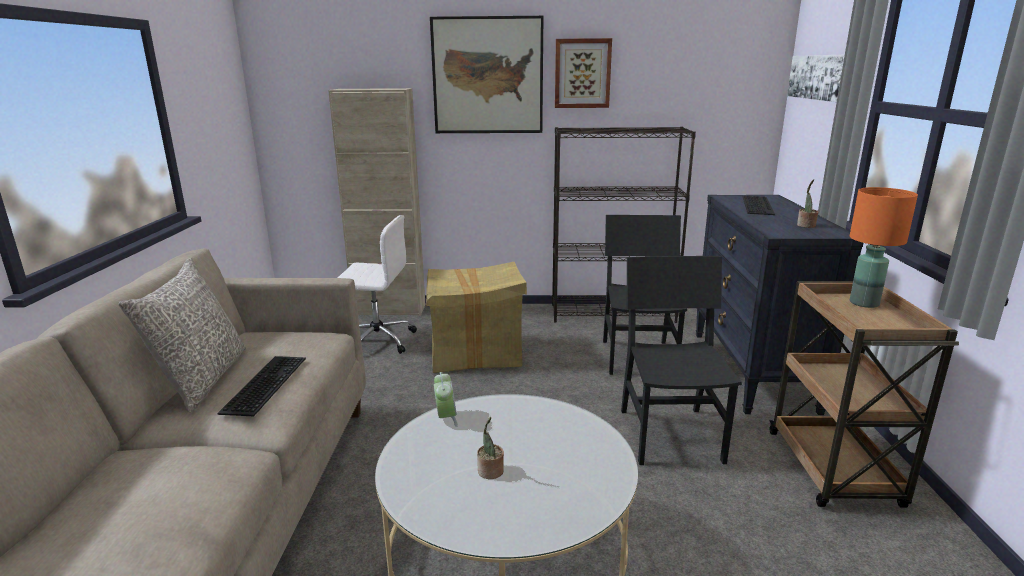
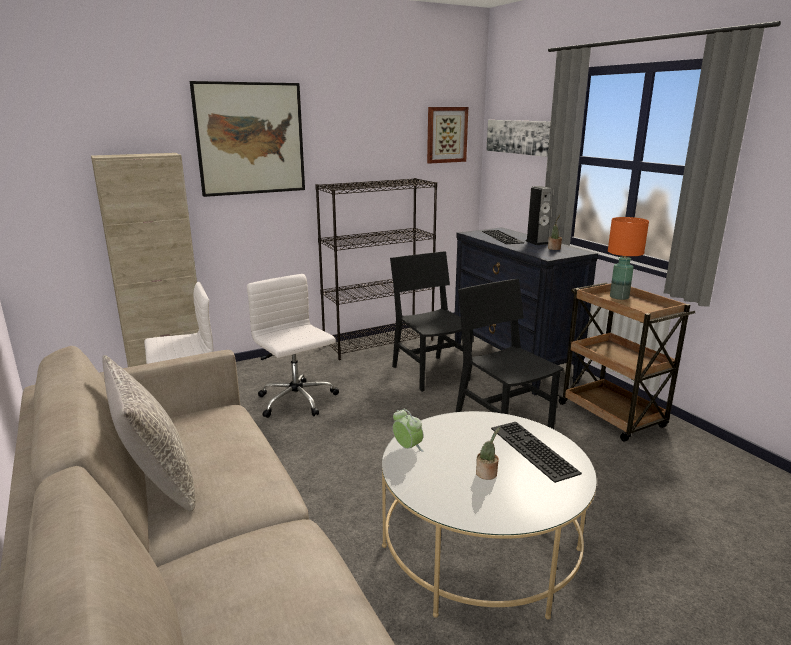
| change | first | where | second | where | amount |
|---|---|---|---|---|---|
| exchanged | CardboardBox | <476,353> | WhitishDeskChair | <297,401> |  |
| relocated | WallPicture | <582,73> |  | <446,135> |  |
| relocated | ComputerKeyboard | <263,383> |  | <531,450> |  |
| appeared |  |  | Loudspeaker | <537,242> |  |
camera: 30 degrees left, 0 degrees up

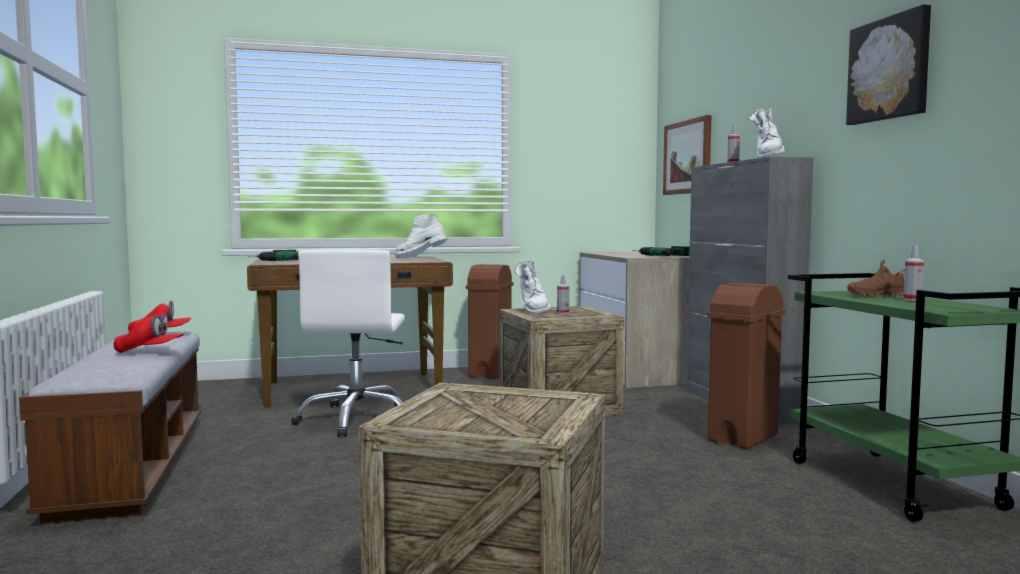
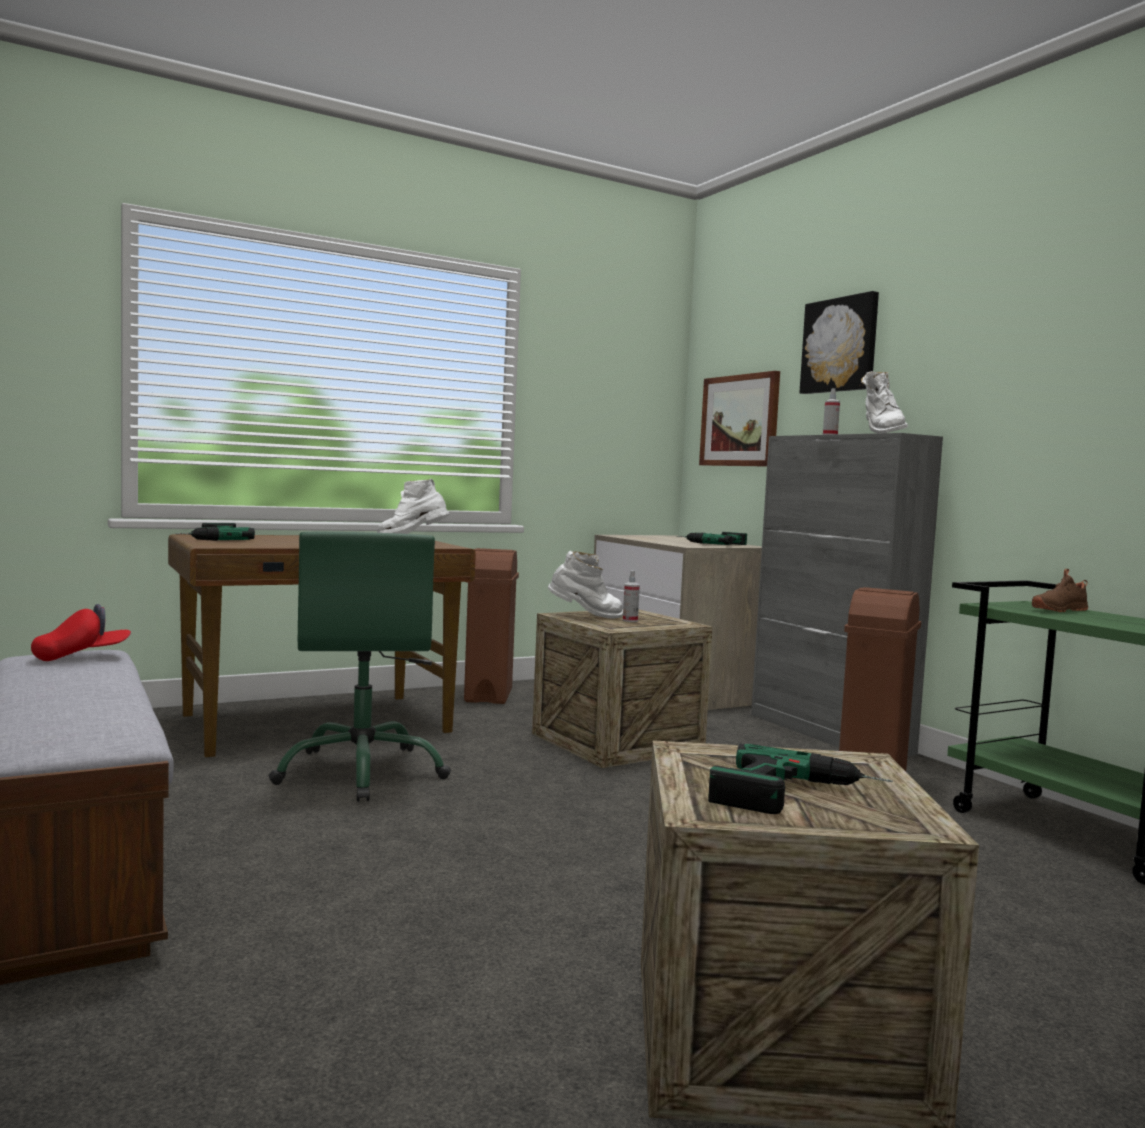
| change | first | where | second | where | amount |
|---|---|---|---|---|---|
| colour | WhitishDeskChair | <357,419> | GreenDeskChair | <362,772> |  |
| spun | WhitishBoot | <532,311> |  | <586,616> | 75 degrees counterclockwise |
| appeared |  |  | Drill | <801,796> |  |
| relocated | WallPicture | <890,69> |  | <841,345> |  |
| missing | ReddishCap | <149,352> |  |  |  |
| missing | HandSprayer | <912,300> |  |  |  |
camera: 15 degrees left, 0 degrees up

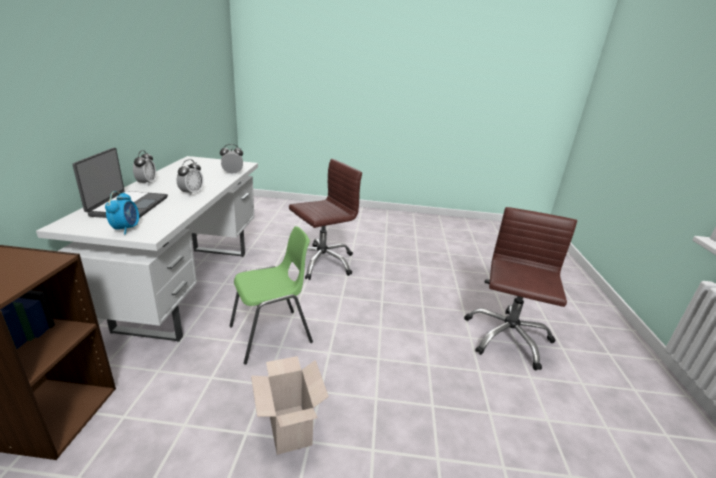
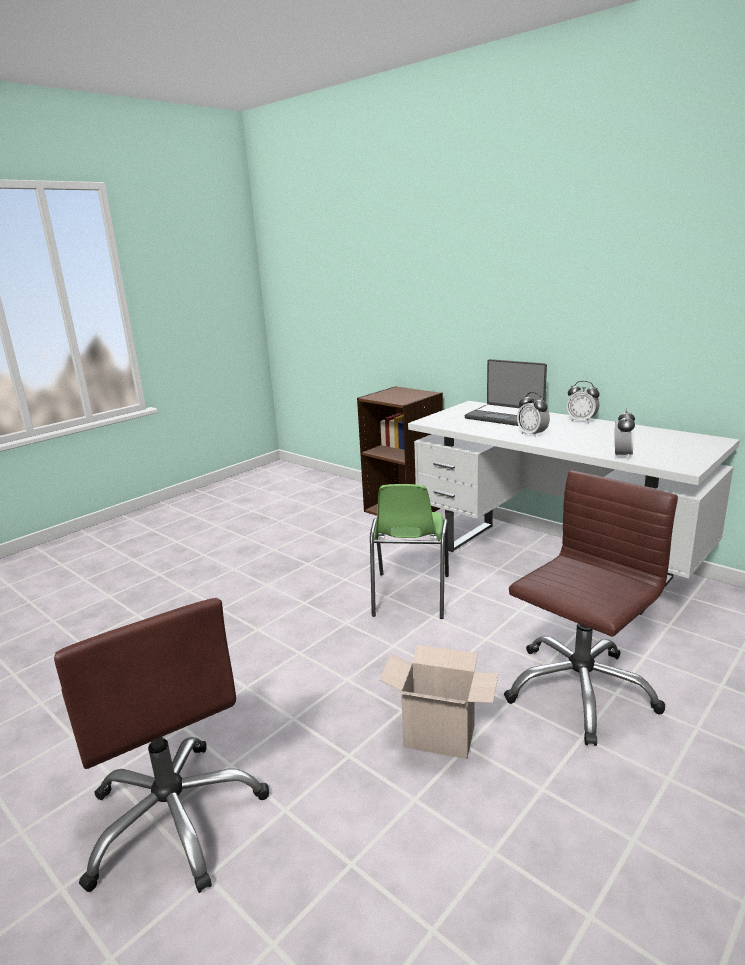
| change | first | where | second | where | amount |
|---|---|---|---|---|---|
| relocated | CardboardBox | <288,428> |  | <442,735> |  |
| spun | BrownDeskChair | <322,262> |  | <579,689> | 135 degrees counterclockwise |
| missing | TableClock | <126,229> |  |  |  |
camera: 130 degrees right, 5 degrees down

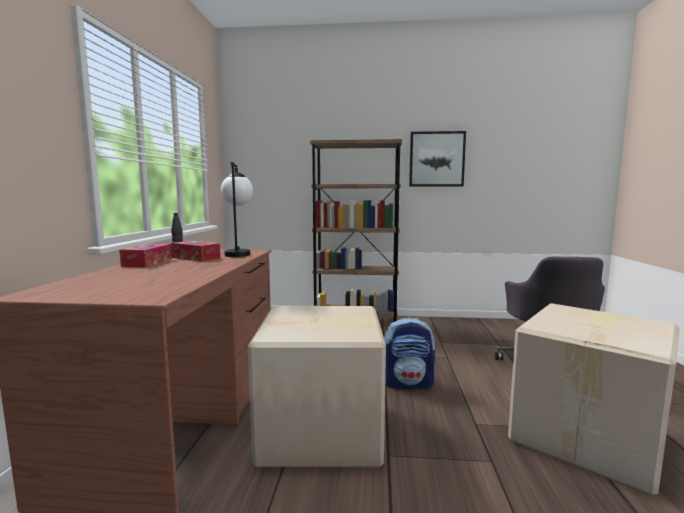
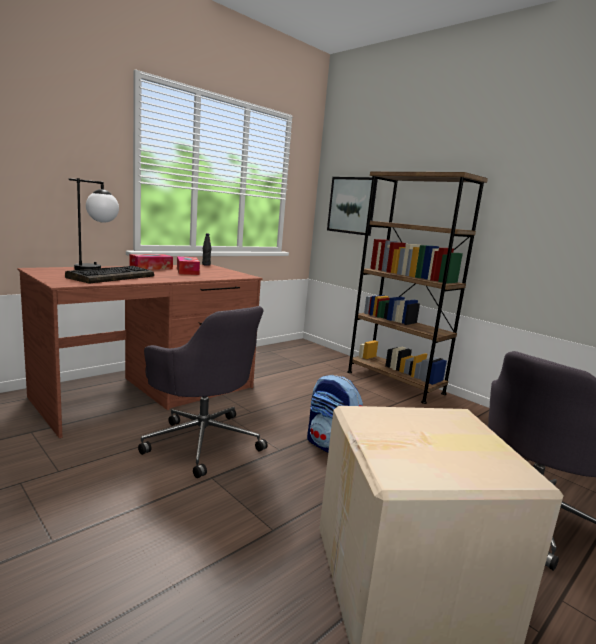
| change | first | where | second | where | amount |
|---|---|---|---|---|---|
| appeared |  |  | ComputerKeyboard | <112,277> |  |
| relocated | TabletopLamp | <238,253> |  | <97,269> |  |
| exchanged | CardboardBox | <323,432> | GrayDeskChair | <202,441> |  |
| relocated | WallPicture | <436,159> |  | <352,205> |  |
camera: 40 degrees right, 5 degrees up

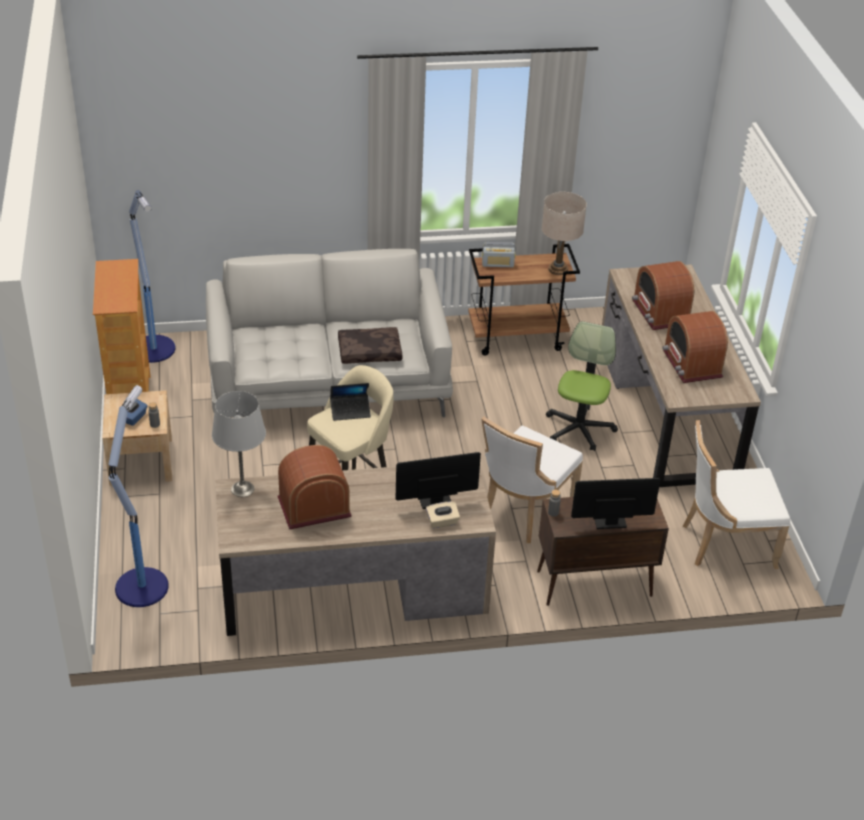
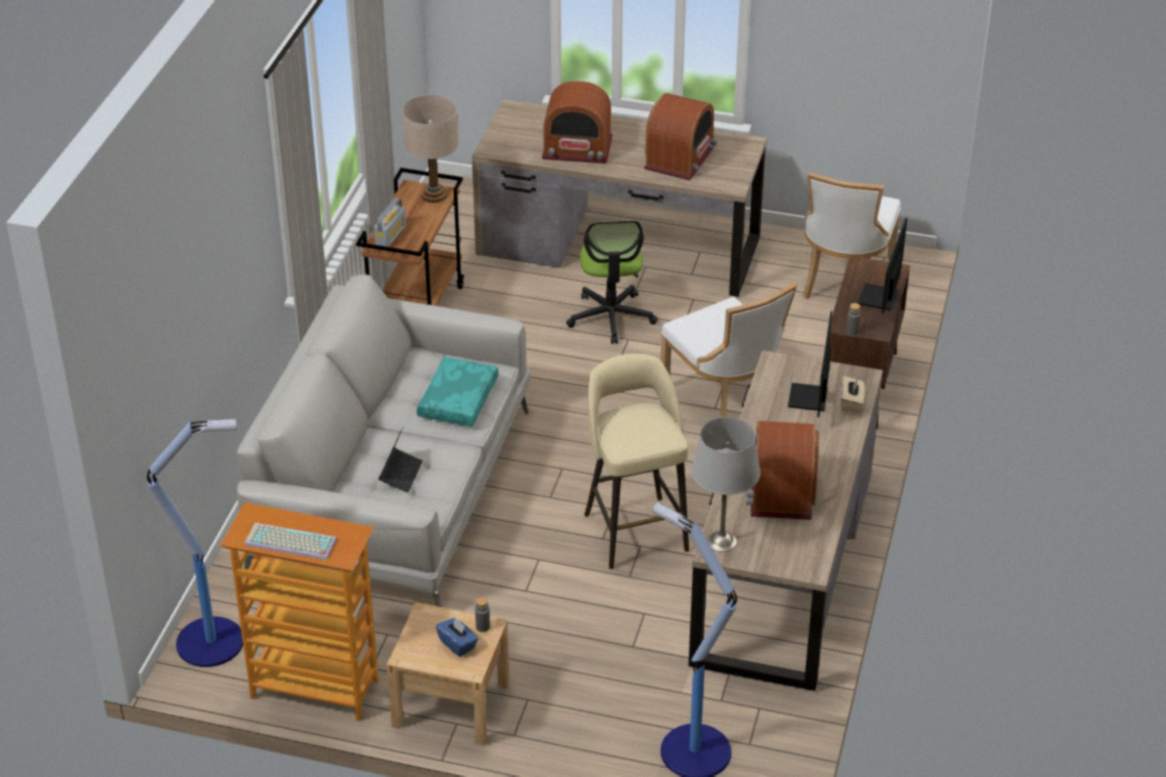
| change | first | where | second | where | amount |
|---|---|---|---|---|---|
| appeared |  |  | ComputerKeyboard | <289,543> |  |
| relocated | NotebookComputer | <350,411> |  | <400,474> |  |
| colour | BrownPillow | <370,351> | BlueGreenPillow | <457,399> |  |
| spun | DeskChair | <579,428> |  | <611,317> | 135 degrees counterclockwise |
| spun | RadioReceiver | <691,363> |  | <680,158> | 75 degrees counterclockwise |
camera: 65 degrees left, 0 degrees up

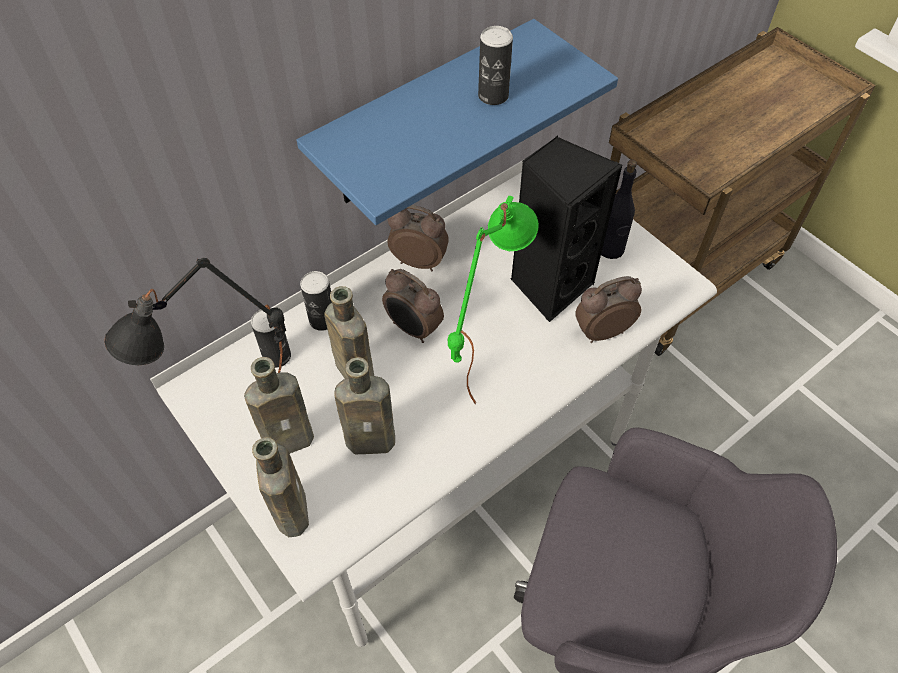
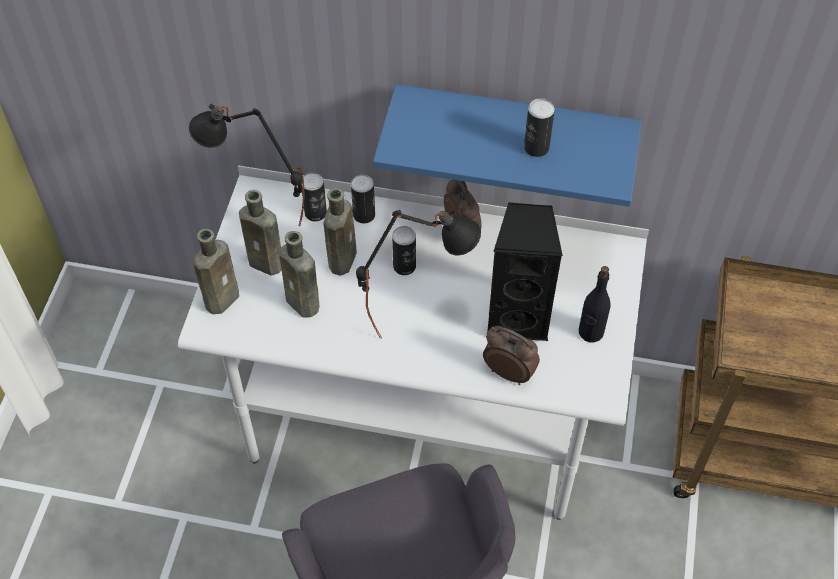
| change | first | where | second | where | amount |
|---|---|---|---|---|---|
| colour | GreenTabletopLamp | <481,359> | BlackColouredTabletopLamp | <417,319> |  |
| exchanged | TableClock | <413,329> | Can | <404,266> |  |
camera: 50 degrees right, 0 degrees up

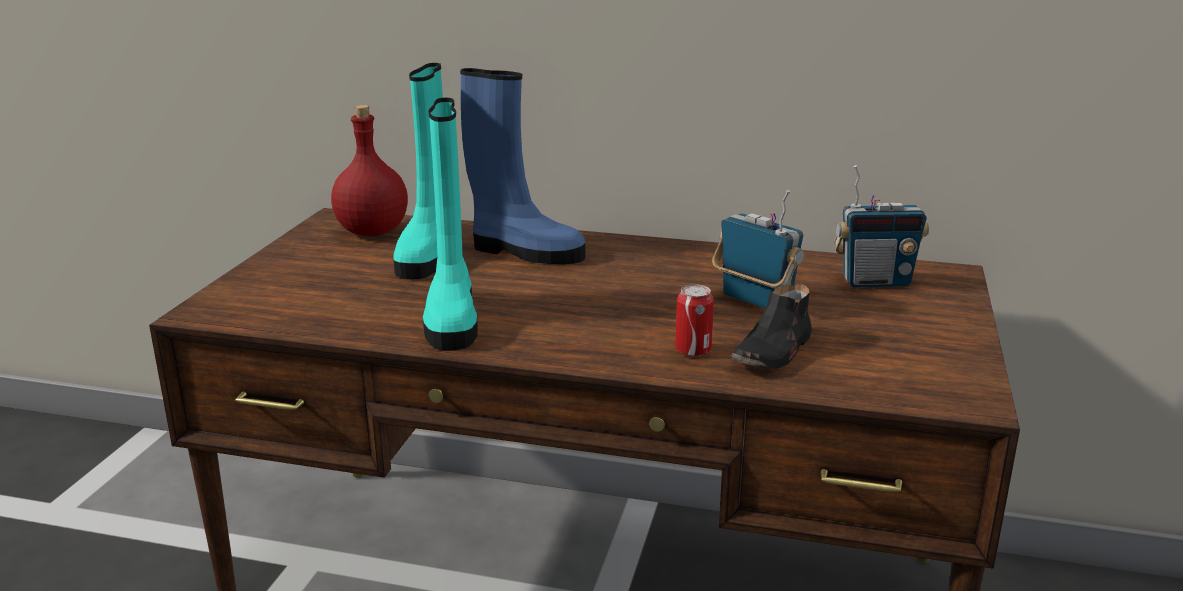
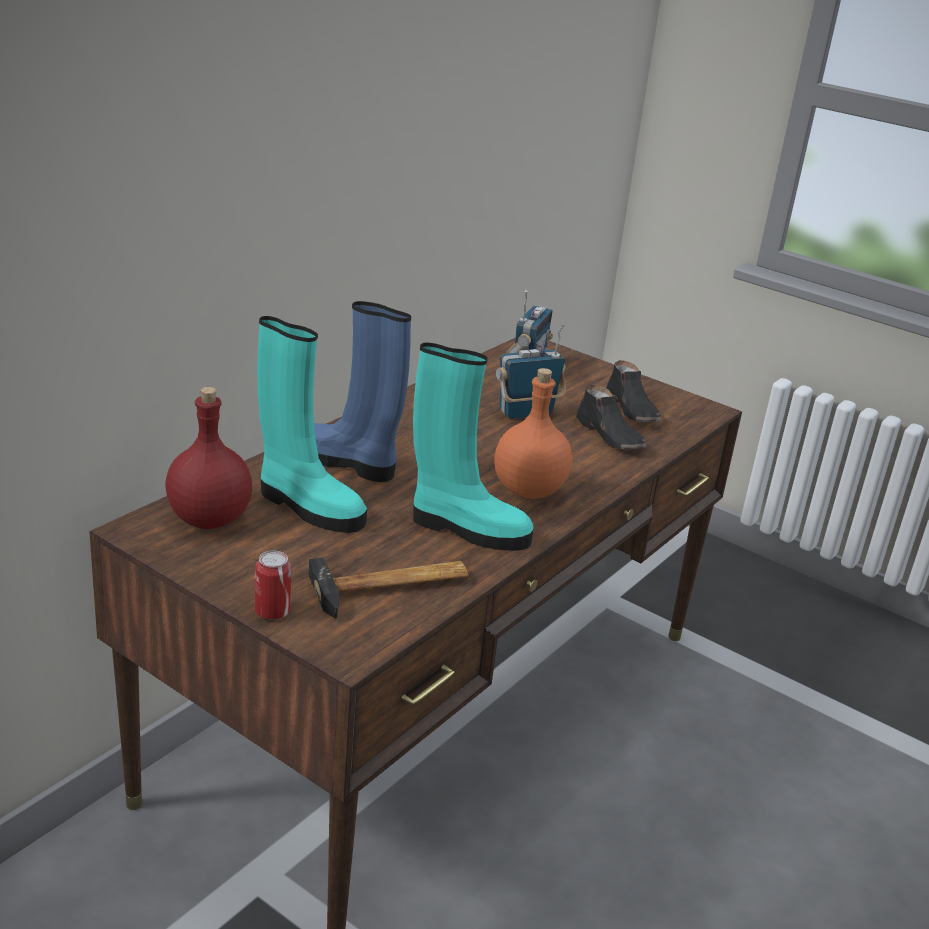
| change | first | where | second | where | amount |
|---|---|---|---|---|---|
| relocated | Can | <693,350> |  | <272,611> |  |
| appeared |  |  | Hammer | <392,588> |  |
| spun | BluishBoot | <524,252> |  | <347,463> | 105 degrees counterclockwise |
| appeared |  |  | OrangeyDrinkBottle | <528,489> |  |
| appeared |  |  | BlackColouredItemOfFootwear | <633,410> |  |
camera: 70 degrees left, 5 degrees up

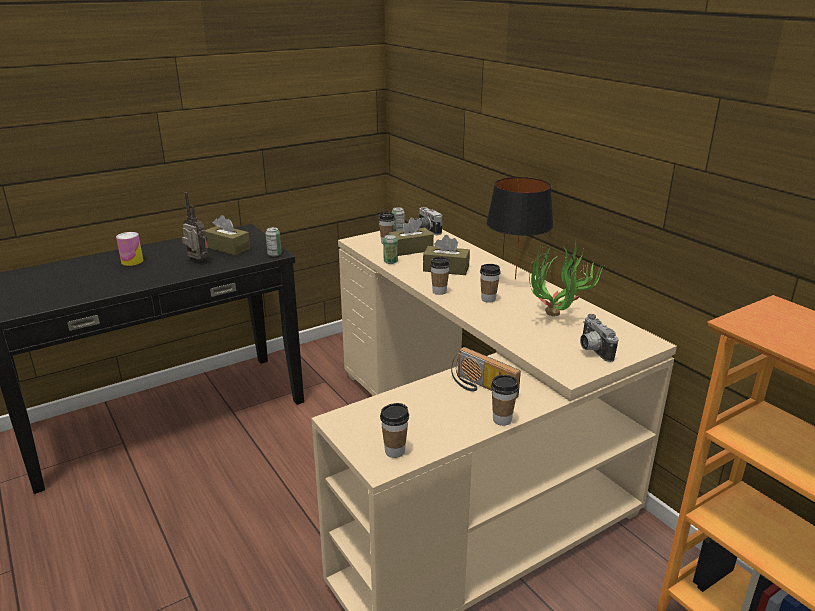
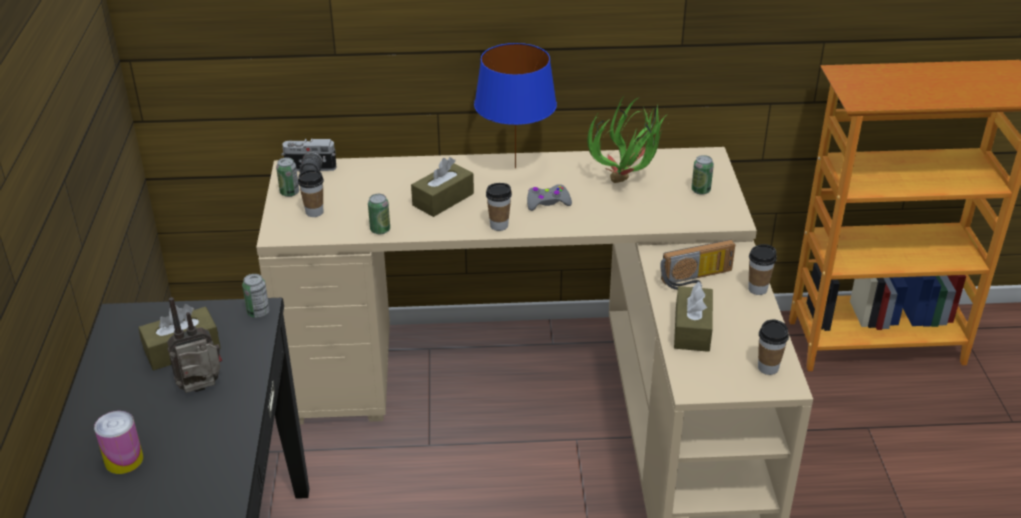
| change | first | where | second | where | amount |
|---|---|---|---|---|---|
| colour | BlackColouredTabletopLamp | <514,279> | BluishTabletopLamp | <514,168> |  |
| exchanged | Cup | <488,299> | GrayJoypad | <547,202> |  |
| relocated | BrownTissueBox | <410,249> |  | <692,329> |  |
| exchanged | StillCamera | <592,350> | Can | <700,190> |  |
camera: 60 degrees left, 10 degrees up

